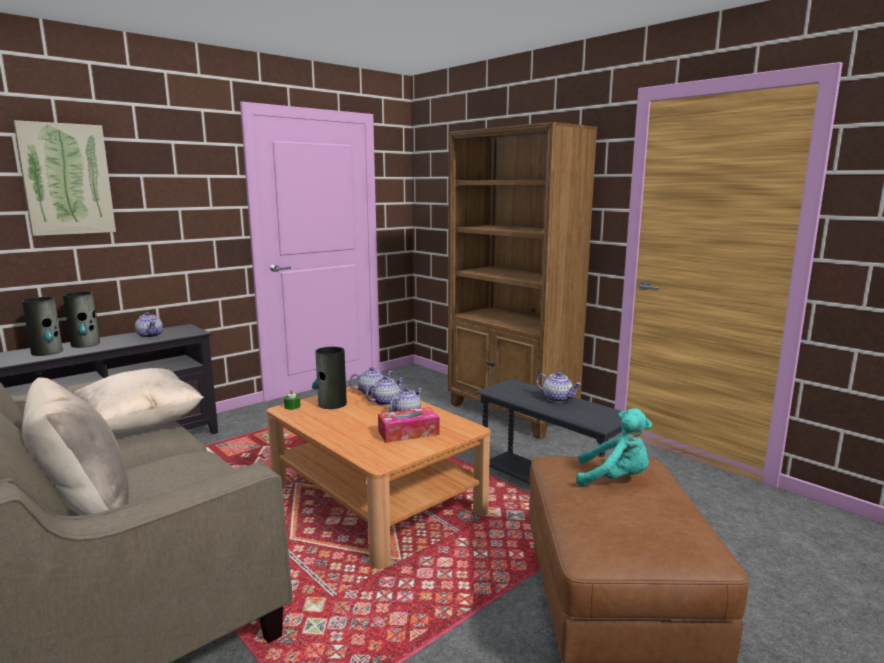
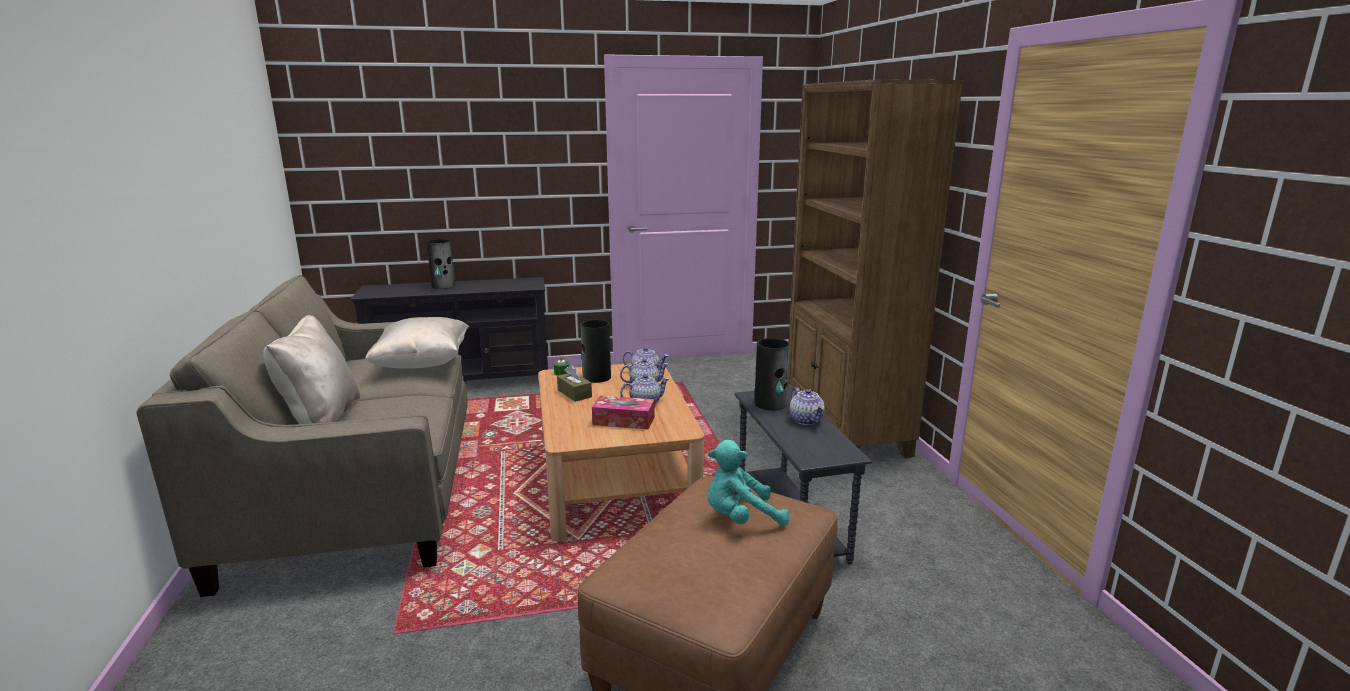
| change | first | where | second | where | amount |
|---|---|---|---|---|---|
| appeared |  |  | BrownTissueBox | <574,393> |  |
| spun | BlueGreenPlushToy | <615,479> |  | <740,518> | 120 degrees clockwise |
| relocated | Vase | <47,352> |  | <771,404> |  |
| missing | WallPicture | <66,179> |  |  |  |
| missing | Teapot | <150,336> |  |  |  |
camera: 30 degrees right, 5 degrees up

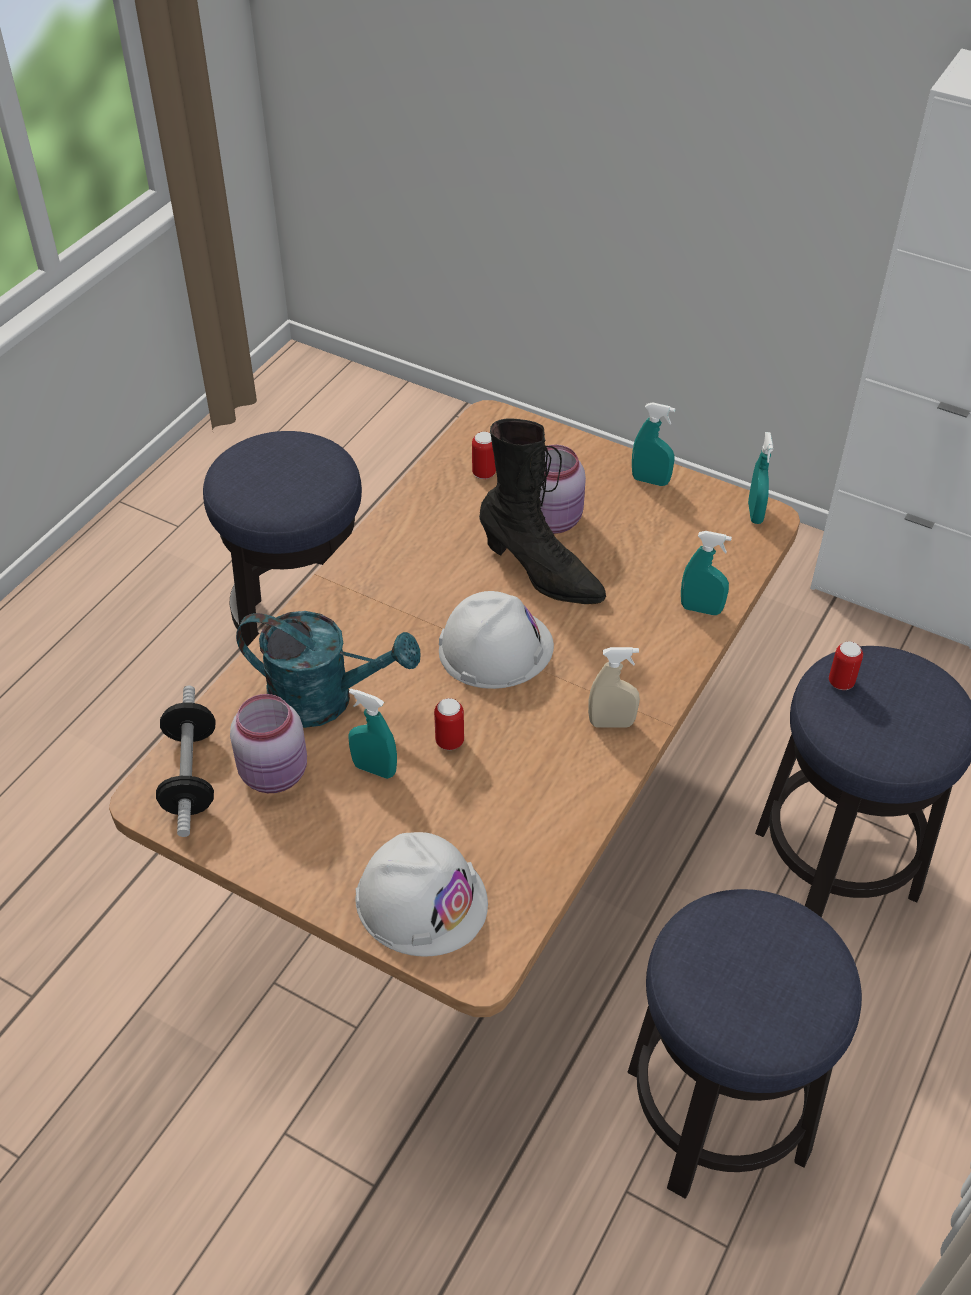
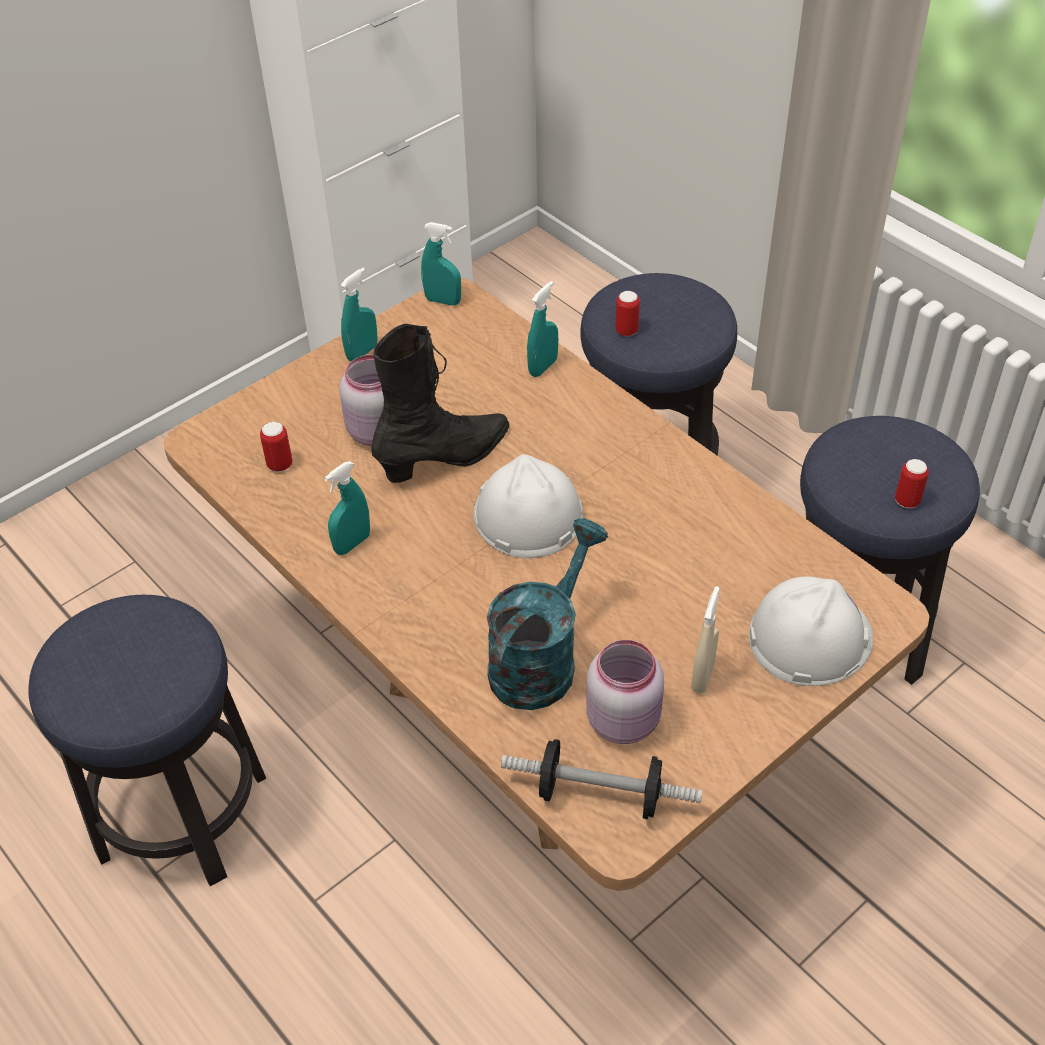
| change | first | where | second | where | amount |
|---|---|---|---|---|---|
| relocated | BlueGreenHandSprayer | <374,769> |  | <352,544> |  |
| relocated | BeigeColouredHandSprayer | <611,723> |  | <702,676> |  |
| relocated | Can | <449,741> |  | <907,501> |  |
camera: 70 degrees left, 0 degrees up

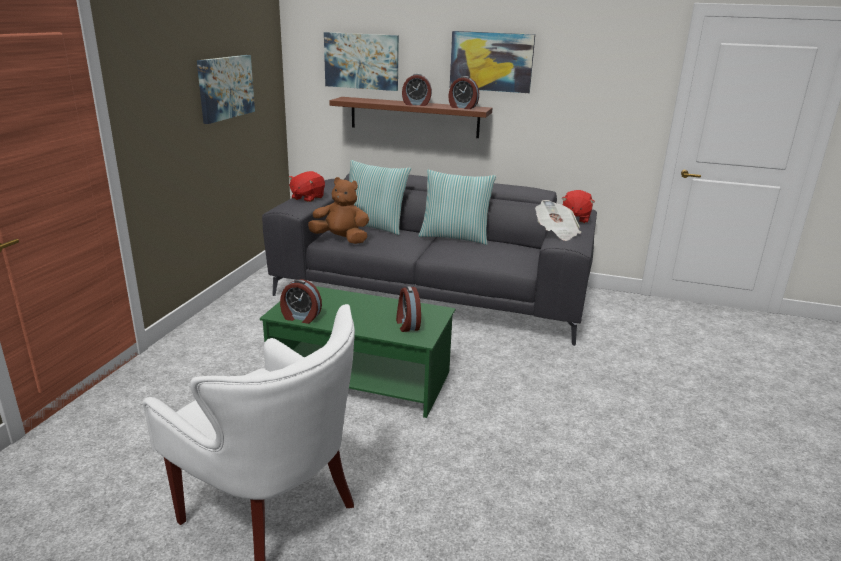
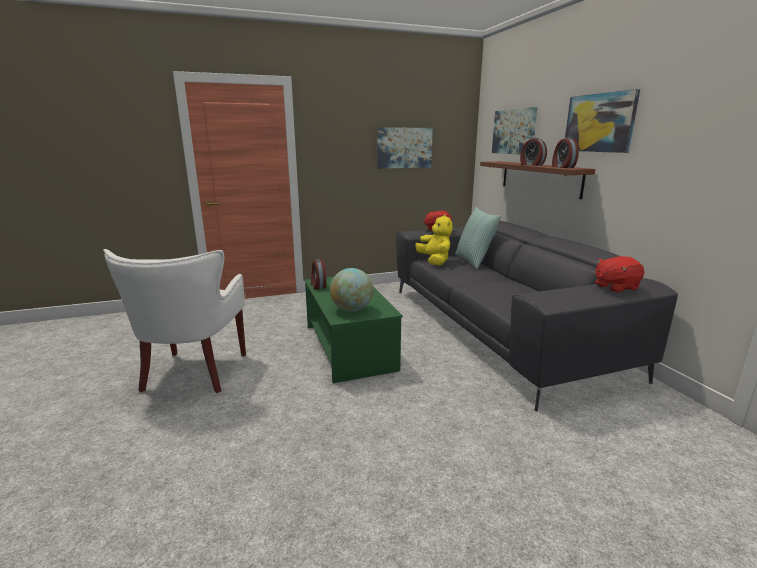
| change | first | where | second | where | amount |
|---|---|---|---|---|---|
| exchanged | TableClock | <407,325> | Globe | <351,310> |  |
| colour | BrownPlushToy | <341,239> | YellowishPlushToy | <434,261> |  |
| missing | Pillow | <455,237> |  |  |  |
| missing | Newspaper | <556,232> |  |  |  |
camera: 55 degrees right, 5 degrees down

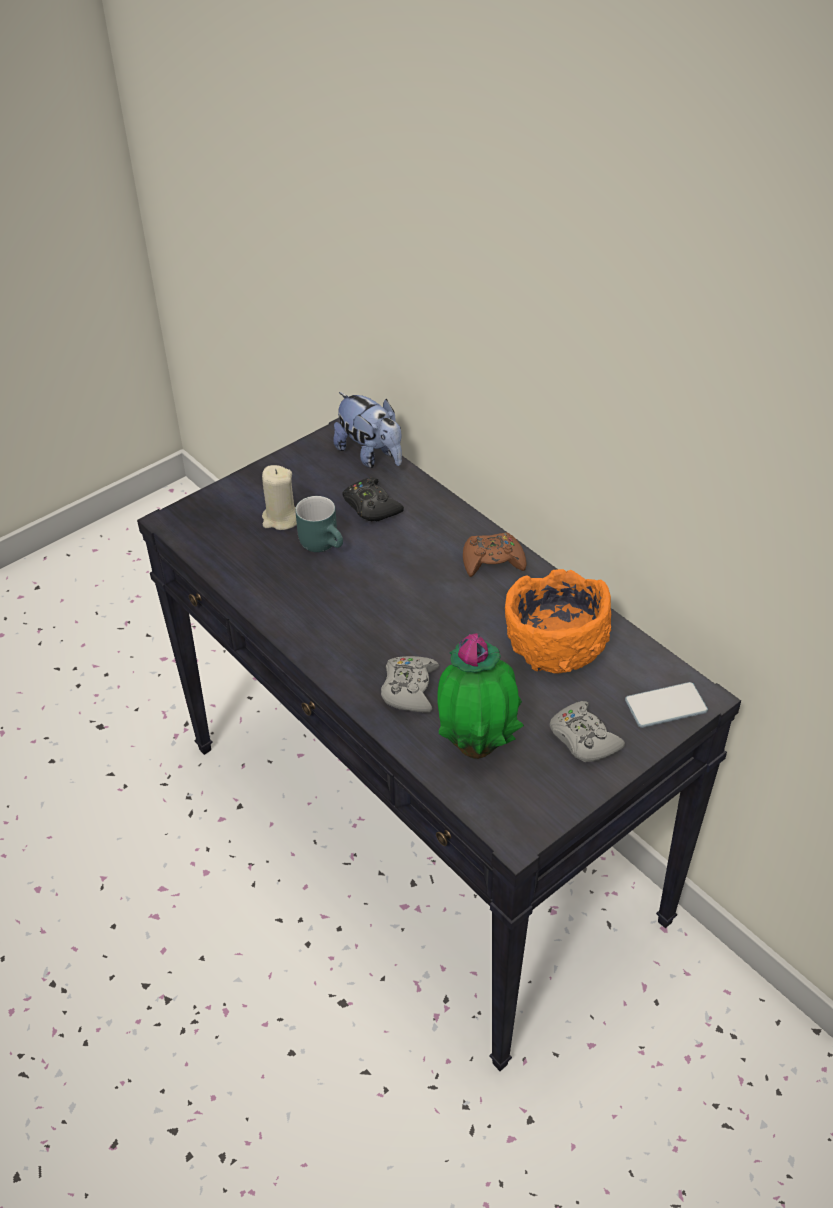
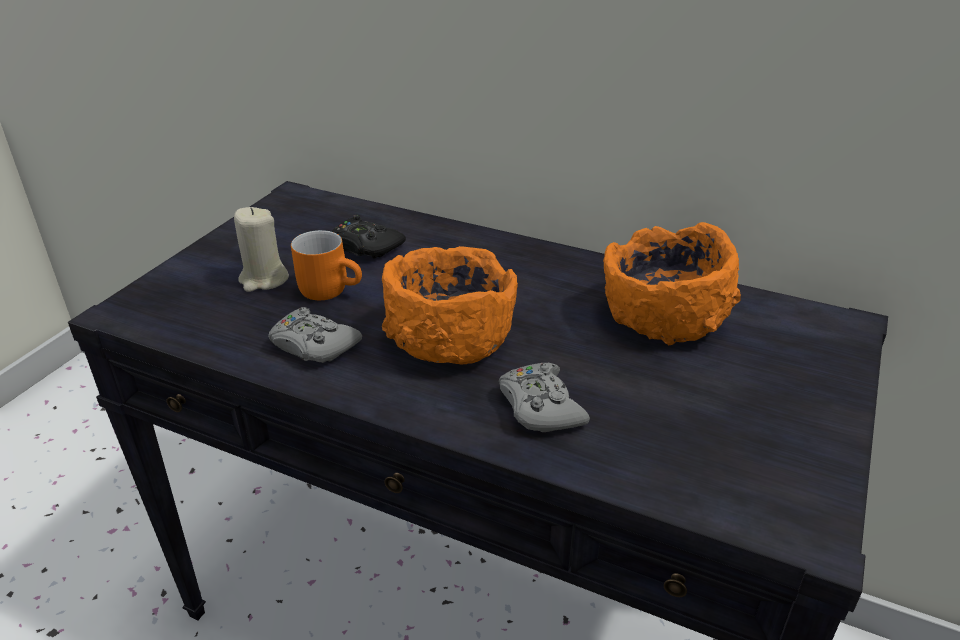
| change | first | where | second | where | amount |
|---|---|---|---|---|---|
| relocated | GrayJoypad | <583,739> |  | <313,345> |  |
| colour | BlueGreenTeaMug | <324,543> | OrangeyTeaMug | <331,289> |  |
| appeared |  |  | OrangeyBowl | <449,339> |  |
| missing | PlushToy | <371,455> |  |  |  |
| missing | Houseplant | <477,745> |  |  |  |
| missing | BrownJoypad | <492,561> |  |  |  |
| missing | Phone | <665,706> |  |  |  |
camera: 25 degrees left, 10 degrees down

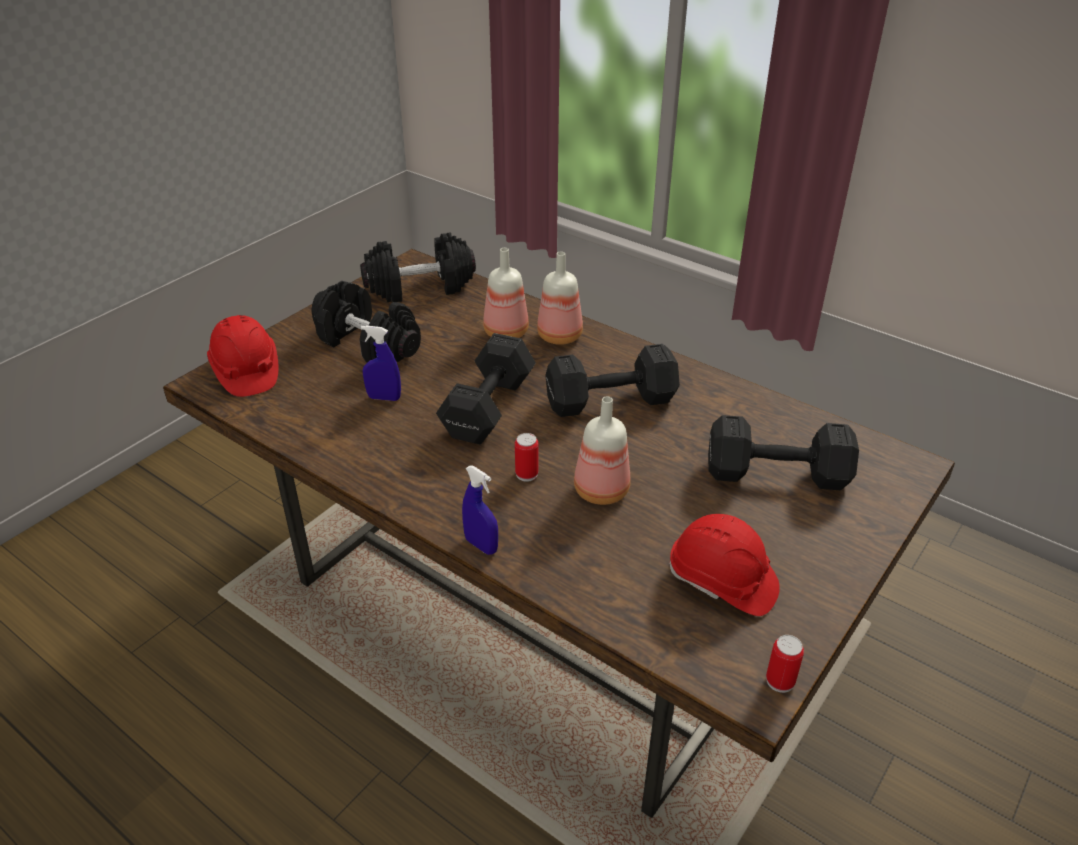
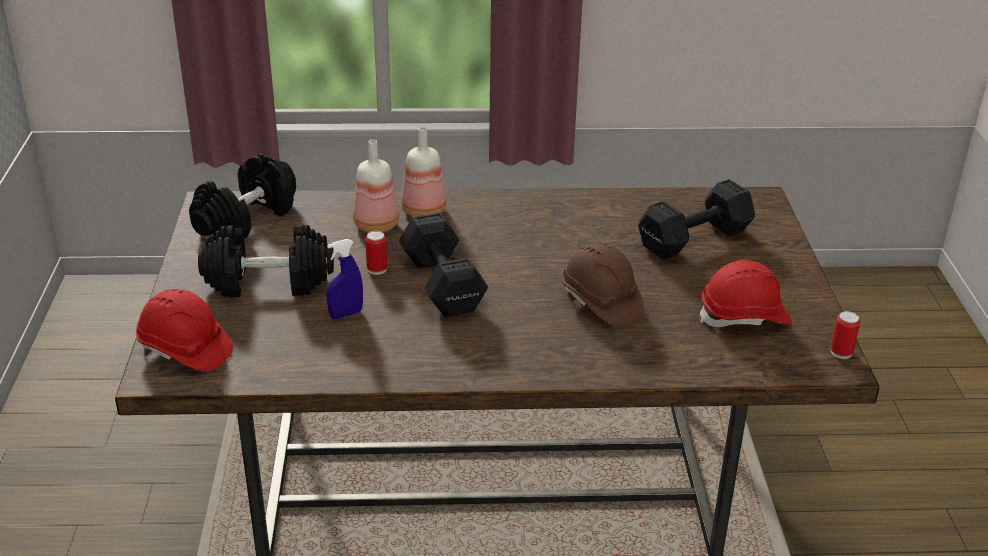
| change | first | where | second | where | amount |
|---|---|---|---|---|---|
| relocated | Can | <526,474> |  | <377,269> |  |
| exchanged | DrinkBottle | <600,492> | BrownSafetyHelmet | <601,302> |  |
| missing | BluishHandSprayer | <481,545> |  |  |  |
| missing | BlackColouredDumbbell | <613,401> |  |  |  |
camera: 40 degrees left, 5 degrees down

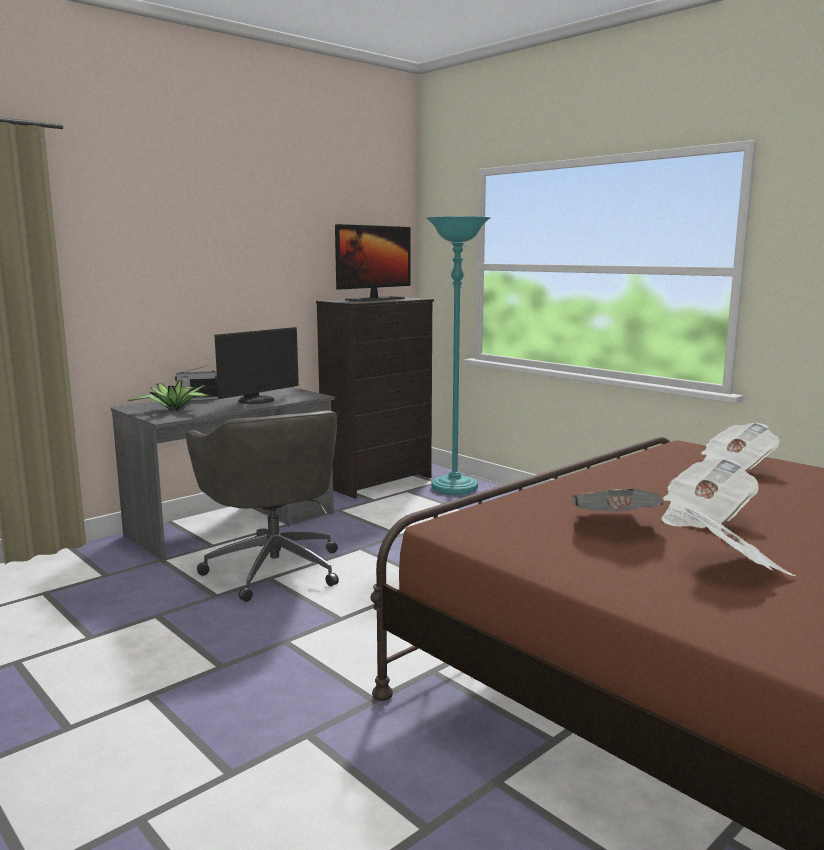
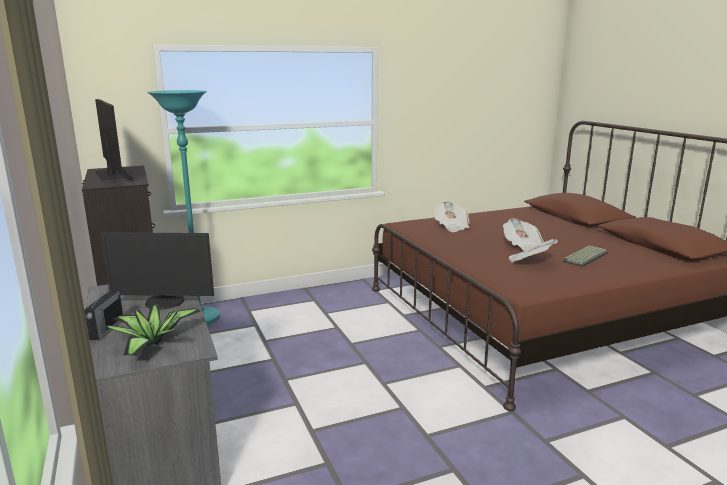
| change | first | where | second | where | amount |
|---|---|---|---|---|---|
| spun | ComputerScreen | <258,401> |  | <164,302> | 120 degrees clockwise |
| exchanged | Newspaper | <733,568> | ComputerKeyboard | <585,256> |  |
| missing | GrayDeskChair | <274,567> |  |  |  |
camera: 70 degrees left, 5 degrees up

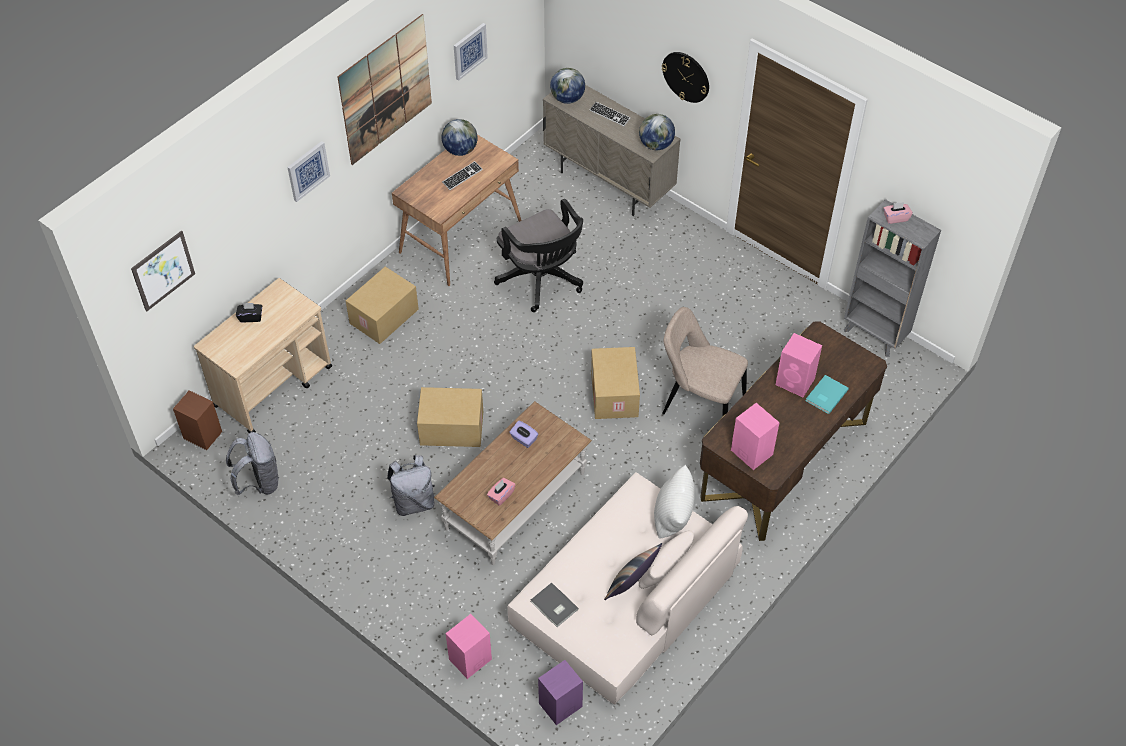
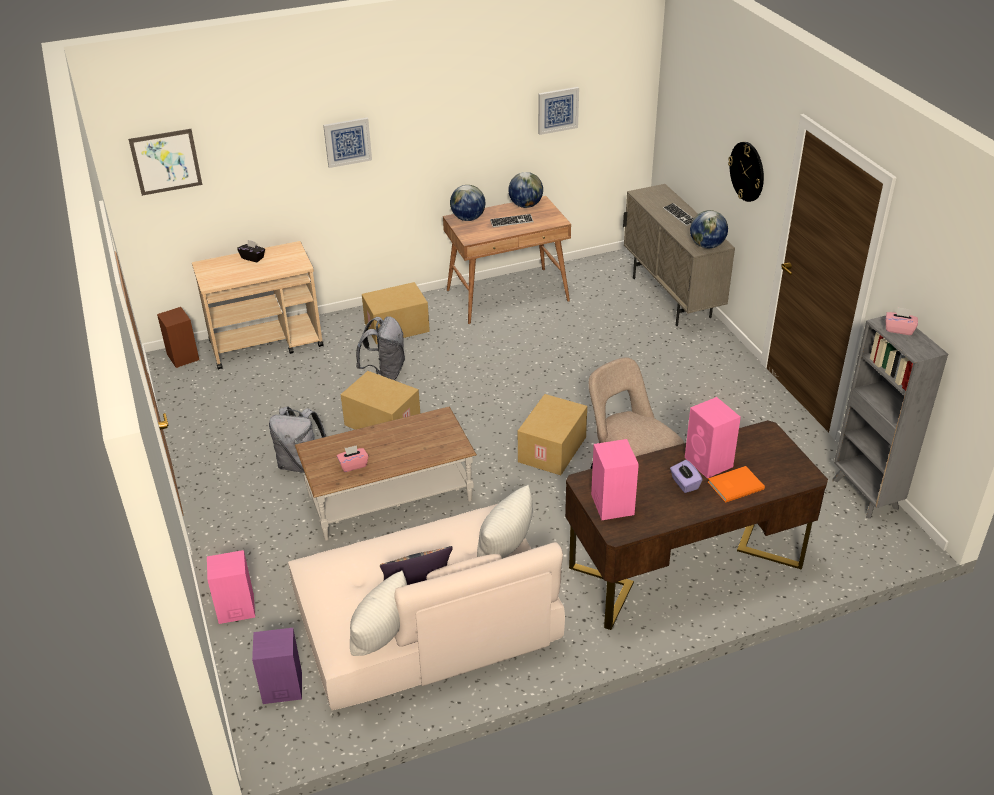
| change | first | where | second | where | amount |
|---|---|---|---|---|---|
| appeared |  |  | WhitishPillow | <383,644> |  |
| relocated | GrayRucksack | <259,482> |  | <385,373> |  |
| relocated | Globe | <567,99> |  | <468,218> |  |
| relocated | PurpleTissueBox | <523,439> |  | <684,484> |  |
| colour | BlueGreenVolume | <825,395> | OrangeyVolume | <734,485> |  |
| missing | WallPicture | <385,89> |  |  |  |
| missing | BlackColouredDeskChair | <542,281> |  |  |  |
| missing | GrayVolume | <554,606> |  |  |  |
camera: 30 degrees right, 15 degrees down

